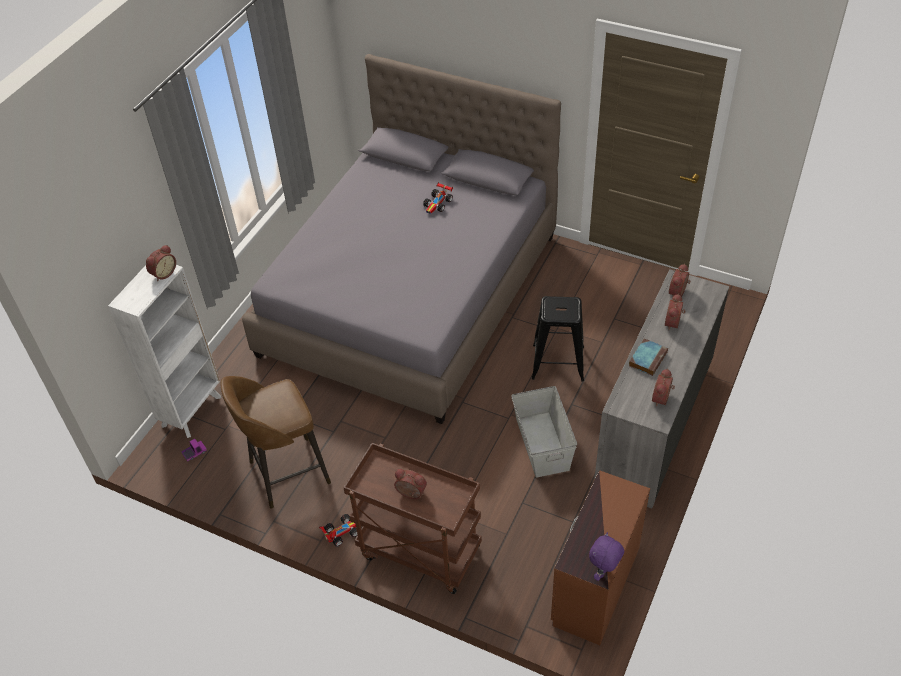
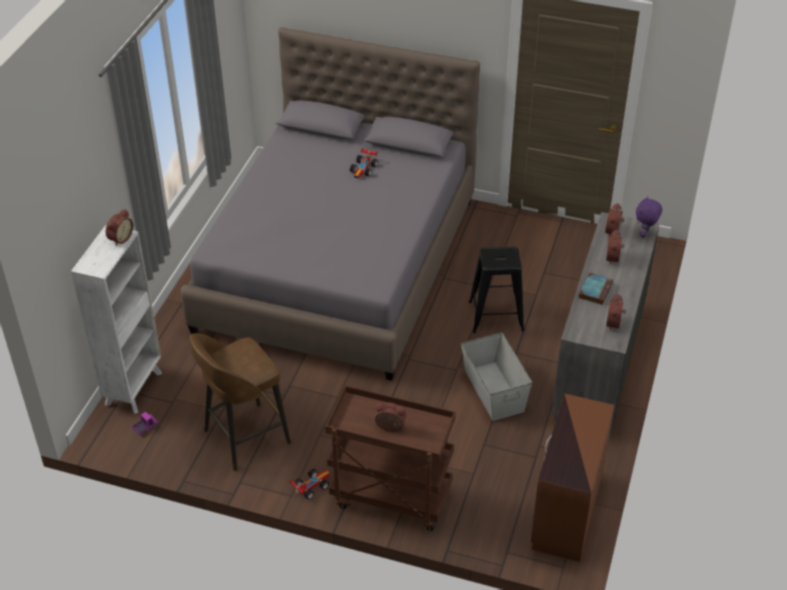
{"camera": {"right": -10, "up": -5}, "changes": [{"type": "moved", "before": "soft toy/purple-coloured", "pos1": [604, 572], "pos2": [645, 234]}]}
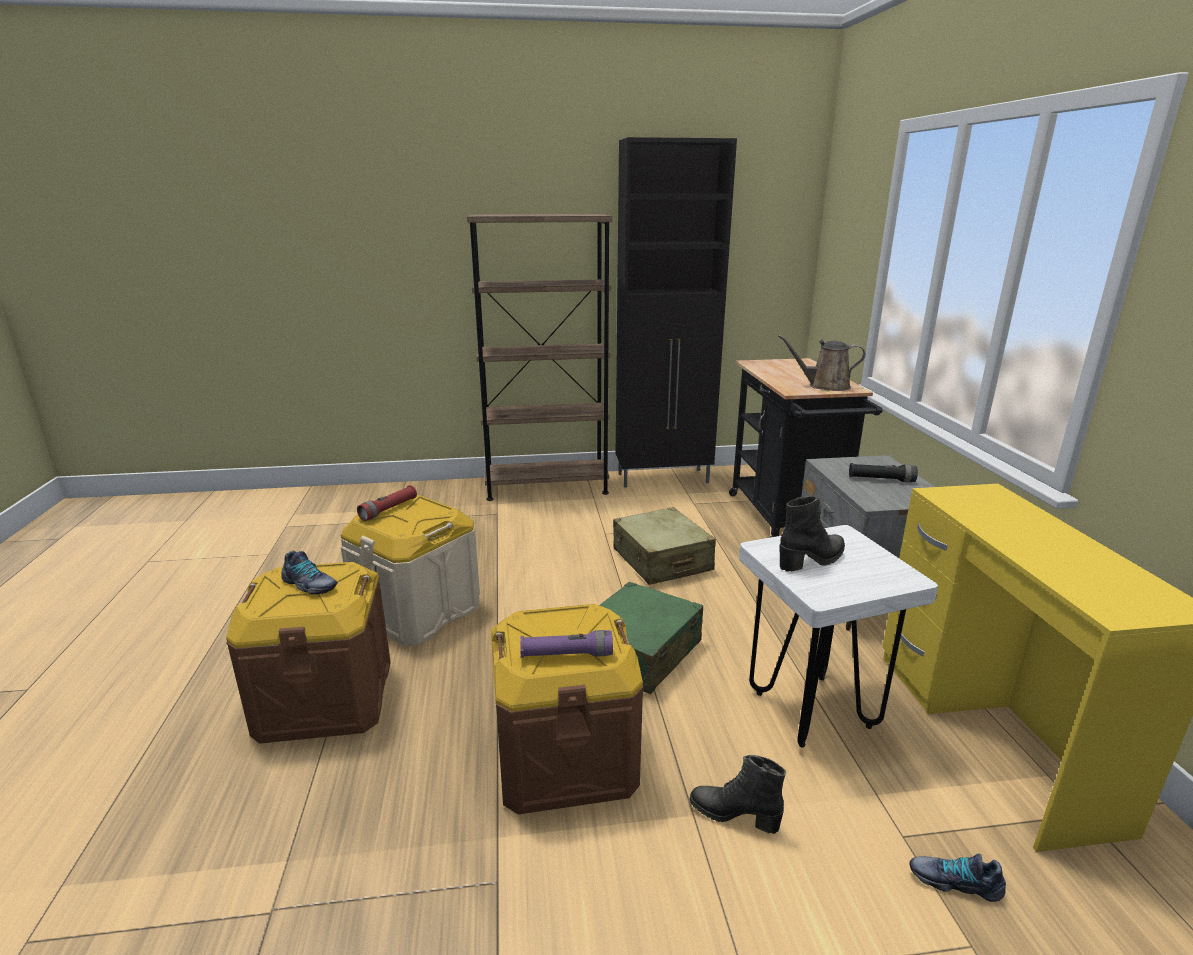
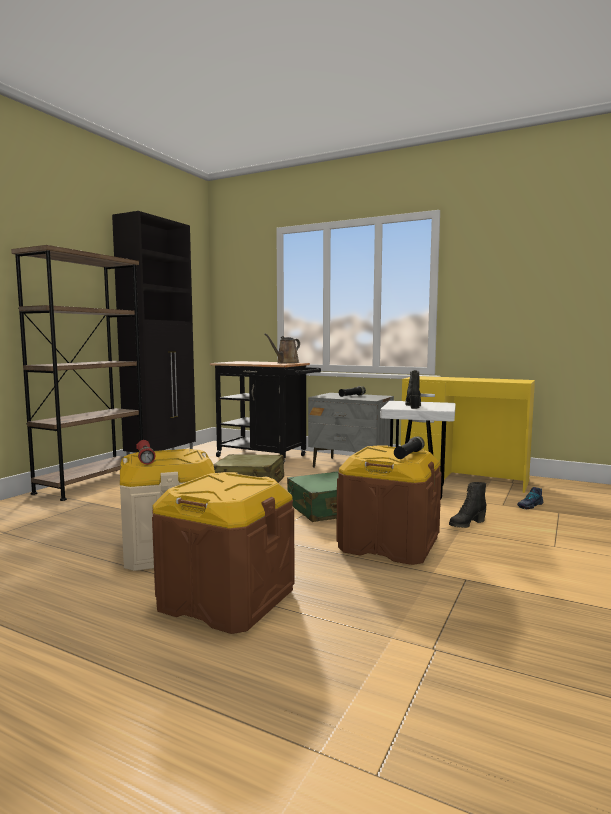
{"camera": {"right": -55, "up": -15}, "changes": [{"type": "removed", "before": "item of footwear", "pos1": [309, 585]}, {"type": "recoloured", "before": "hand torch/purple-coloured", "after": "hand torch/black-coloured", "pos1": [566, 655], "pos2": [409, 455]}]}
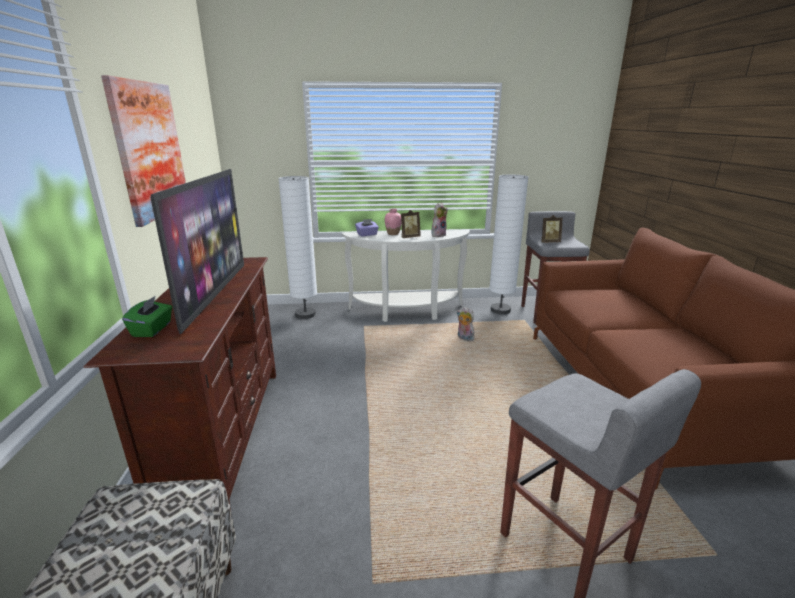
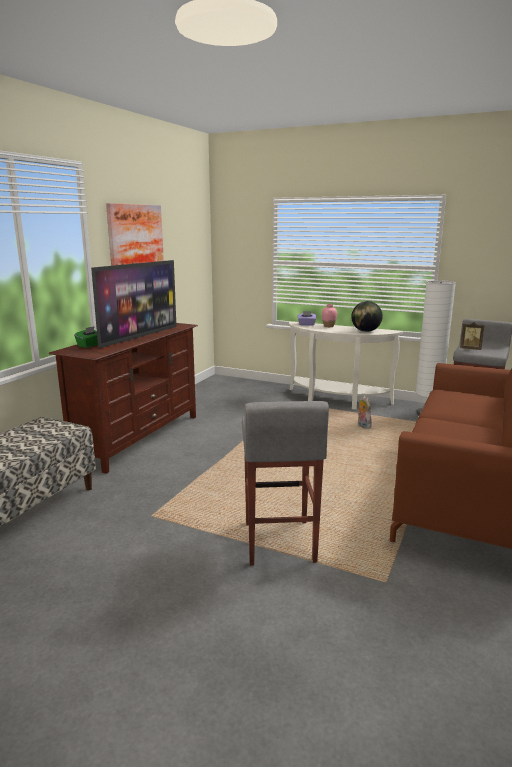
{"camera": {"right": 30, "up": -5}, "changes": [{"type": "removed", "before": "standing lamp/whitish", "pos1": [305, 314]}, {"type": "removed", "before": "picture frame", "pos1": [409, 237]}, {"type": "replaced", "before": "soft toy", "after": "globe", "pos1": [438, 235], "pos2": [365, 331]}]}
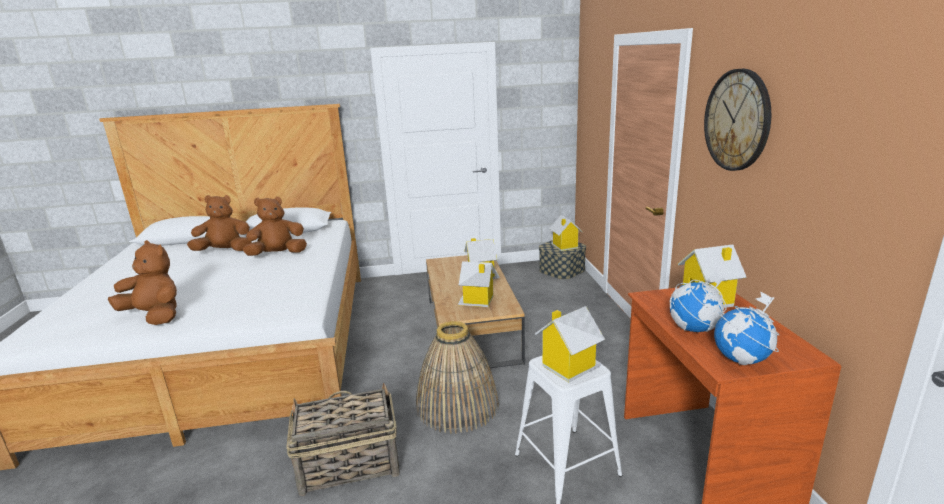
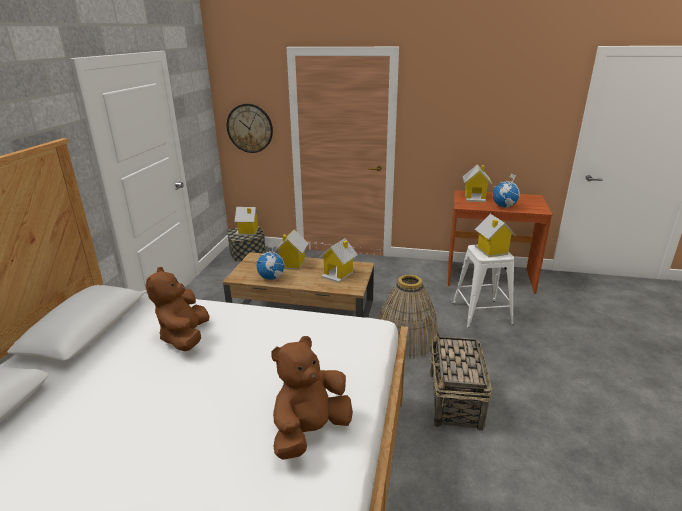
{"camera": {"right": -70, "up": 5}, "changes": [{"type": "removed", "before": "soft toy/brown", "pos1": [225, 251]}, {"type": "moved", "before": "clock on the wall", "pos1": [737, 120], "pos2": [250, 128]}, {"type": "moved", "before": "globe", "pos1": [742, 360], "pos2": [271, 277]}]}
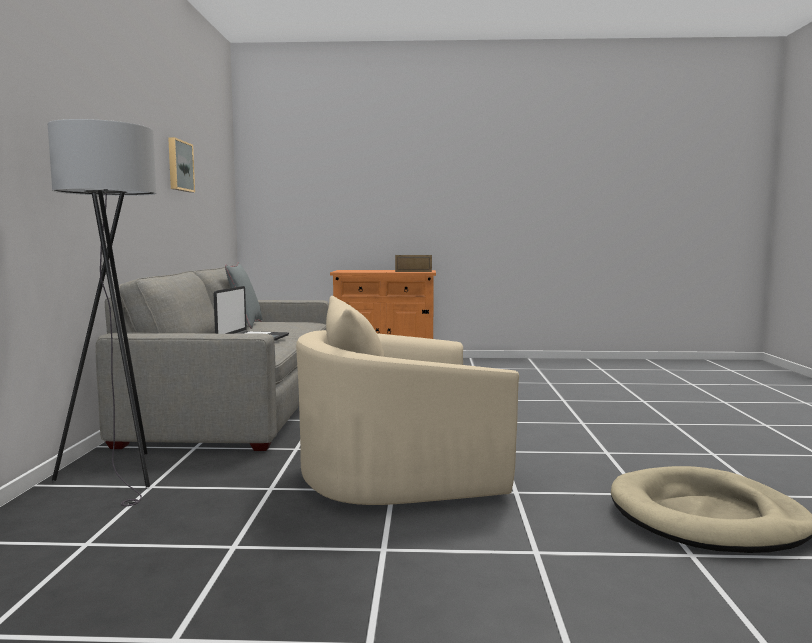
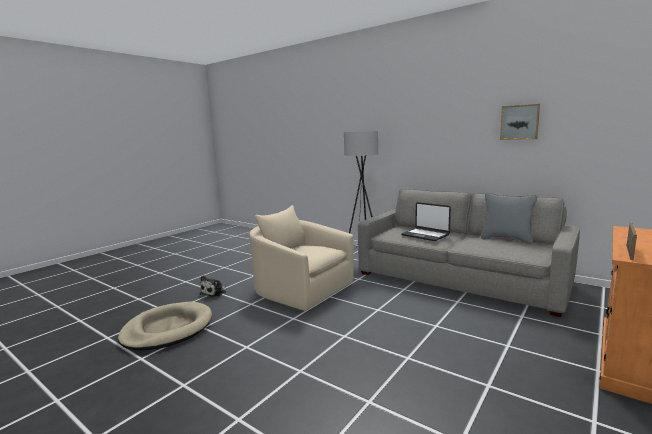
{"camera": {"right": 125, "up": 5}, "changes": [{"type": "turned", "before": "easy chair/beige-coloured", "pos1": [400, 474], "pos2": [300, 289], "turn": -75}, {"type": "added", "after": "soft toy", "pos2": [214, 292]}]}
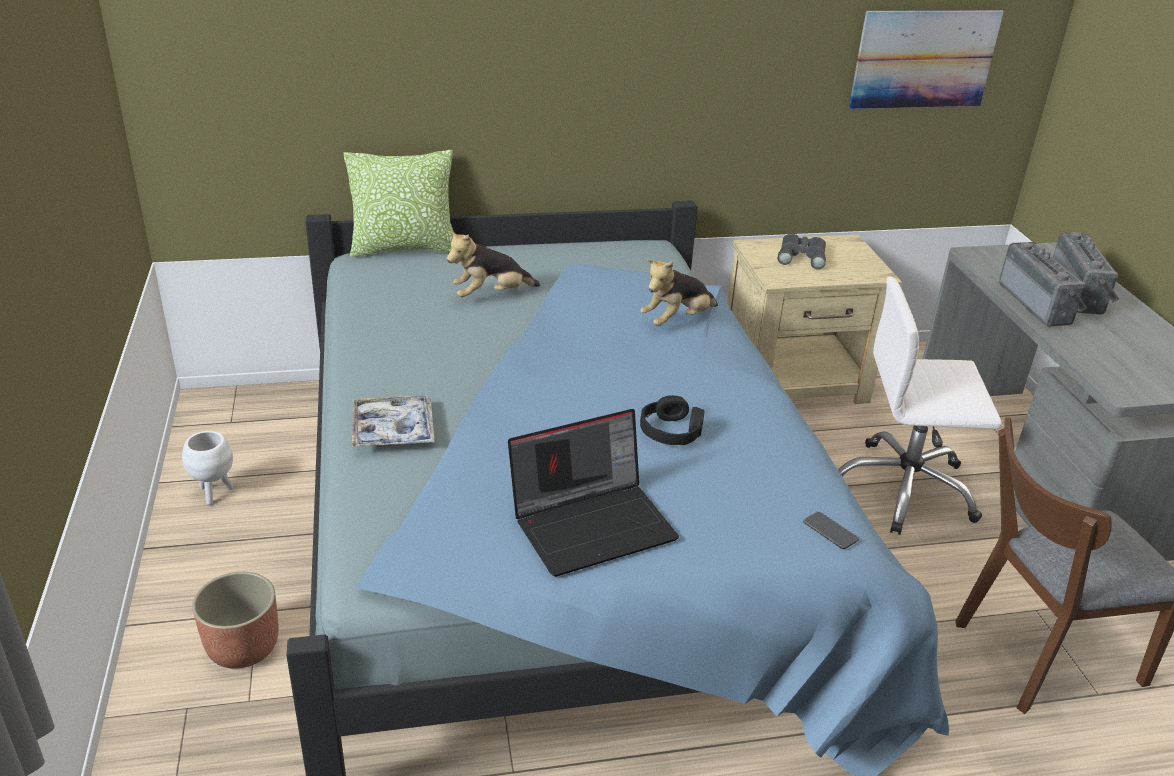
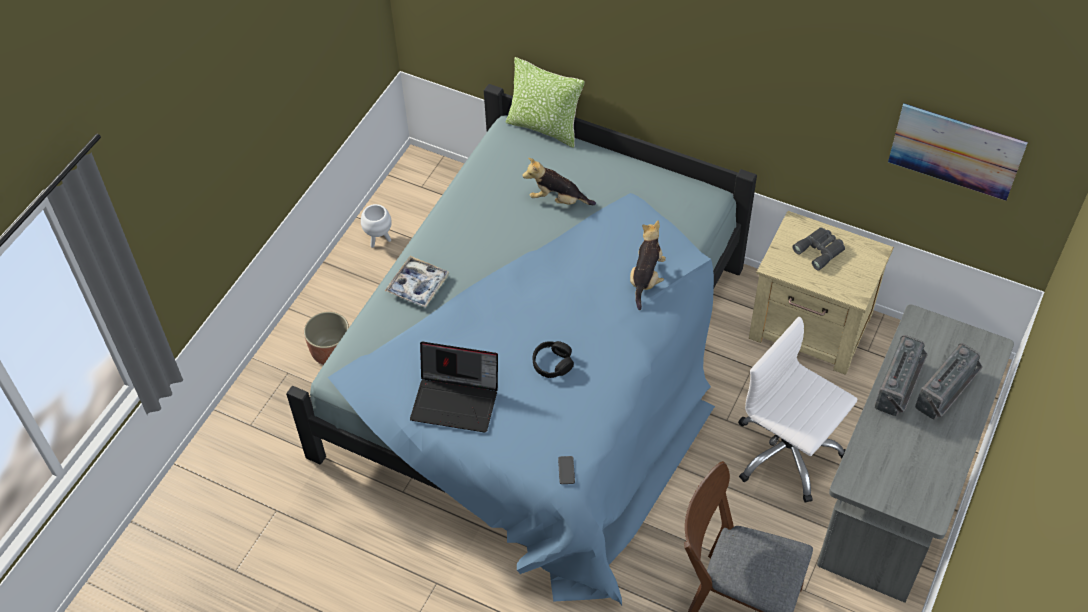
{"camera": {"right": 40, "up": 20}, "changes": [{"type": "turned", "before": "soft toy", "pos1": [677, 320], "pos2": [646, 278], "turn": 105}]}
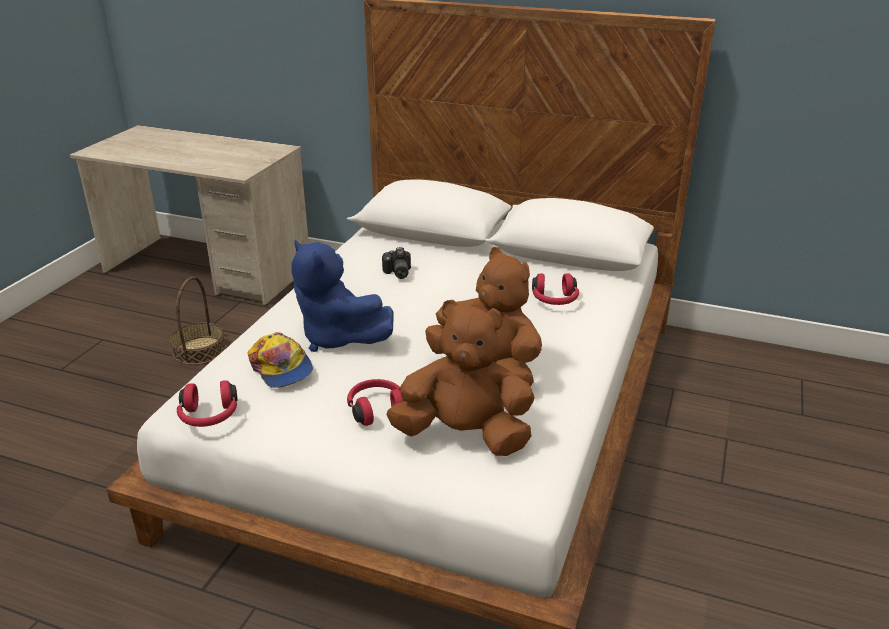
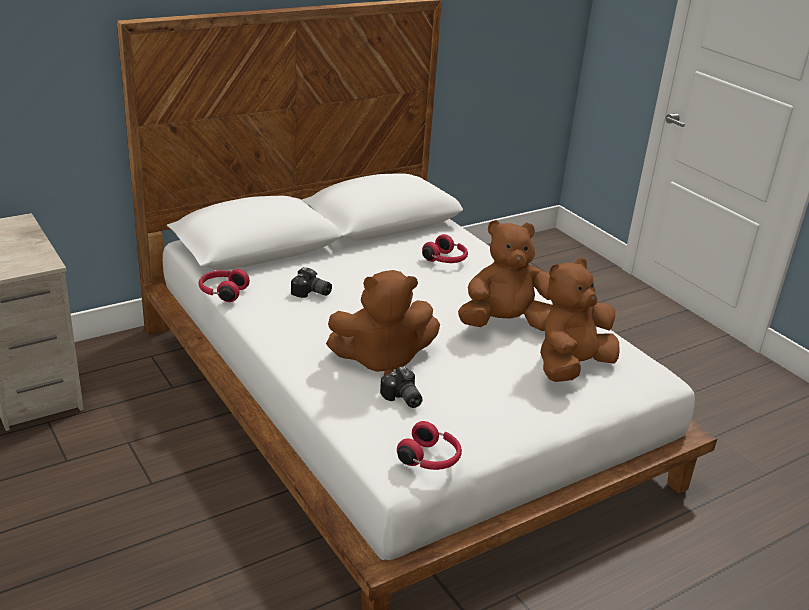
{"camera": {"right": -55, "up": 0}, "changes": [{"type": "removed", "before": "storage basket", "pos1": [199, 351]}, {"type": "replaced", "before": "peaked cap", "after": "still camera", "pos1": [281, 368], "pos2": [402, 399]}, {"type": "recoloured", "before": "soft toy/blue", "after": "soft toy/brown", "pos1": [337, 338], "pos2": [381, 359]}, {"type": "moved", "before": "headphones/red-coloured", "pos1": [376, 409], "pos2": [222, 292]}]}
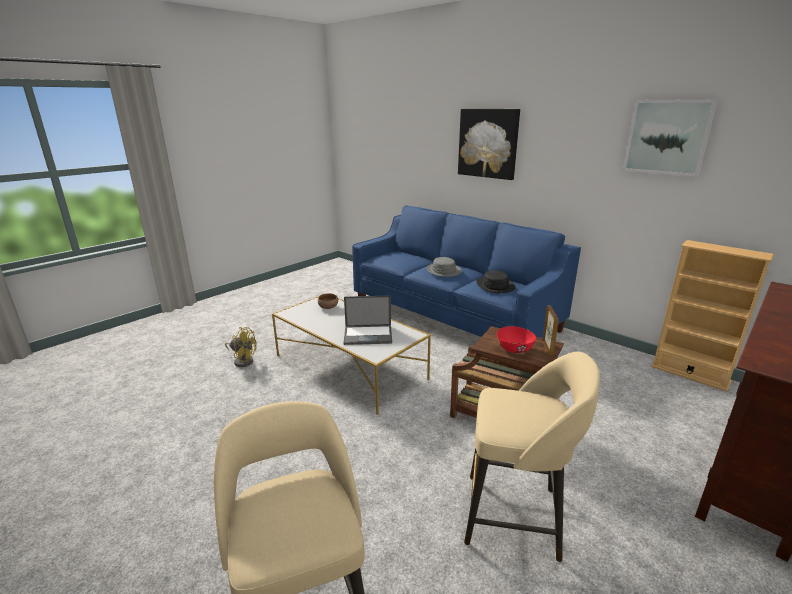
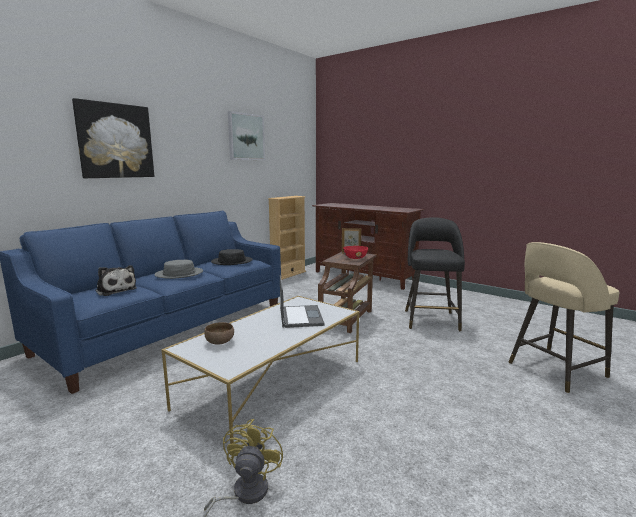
{"camera": {"right": -95, "up": -10}, "changes": [{"type": "recoloured", "before": "stool/beige-coloured", "after": "stool/black-coloured", "pos1": [515, 516], "pos2": [431, 319]}, {"type": "added", "after": "soft toy", "pos2": [115, 290]}]}
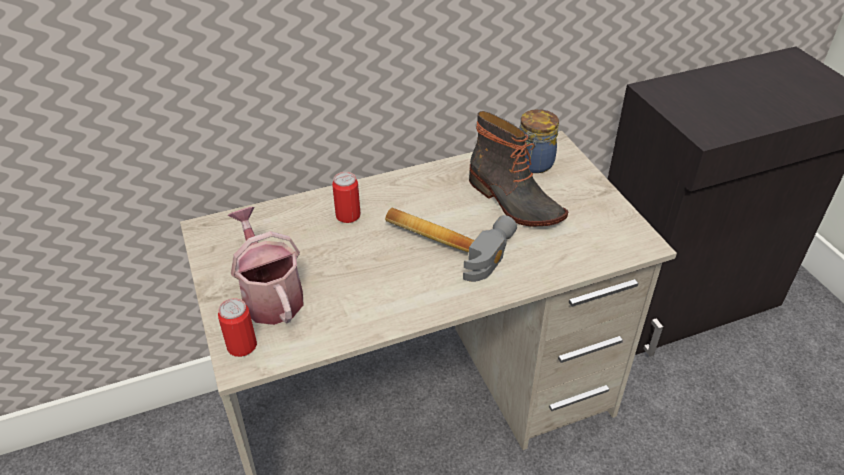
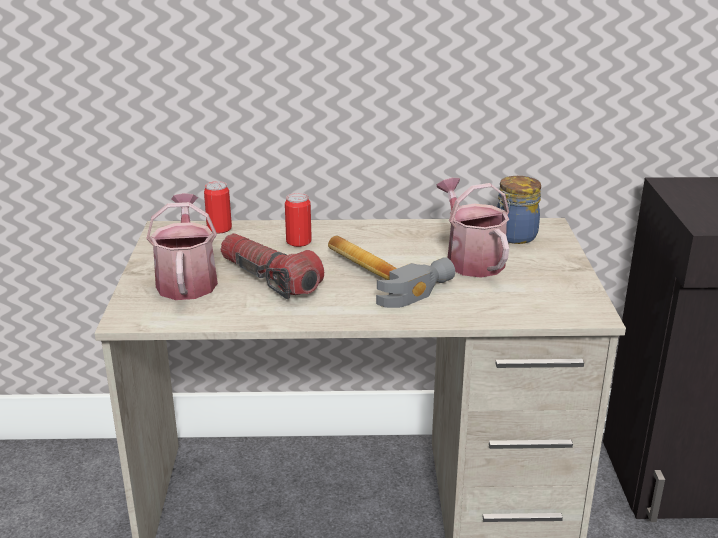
{"camera": {"right": 20, "up": -15}, "changes": [{"type": "moved", "before": "can", "pos1": [242, 346], "pos2": [219, 229]}, {"type": "replaced", "before": "boot", "after": "sprinkling can", "pos1": [513, 202], "pos2": [471, 259]}, {"type": "added", "after": "hand torch", "pos2": [270, 279]}]}
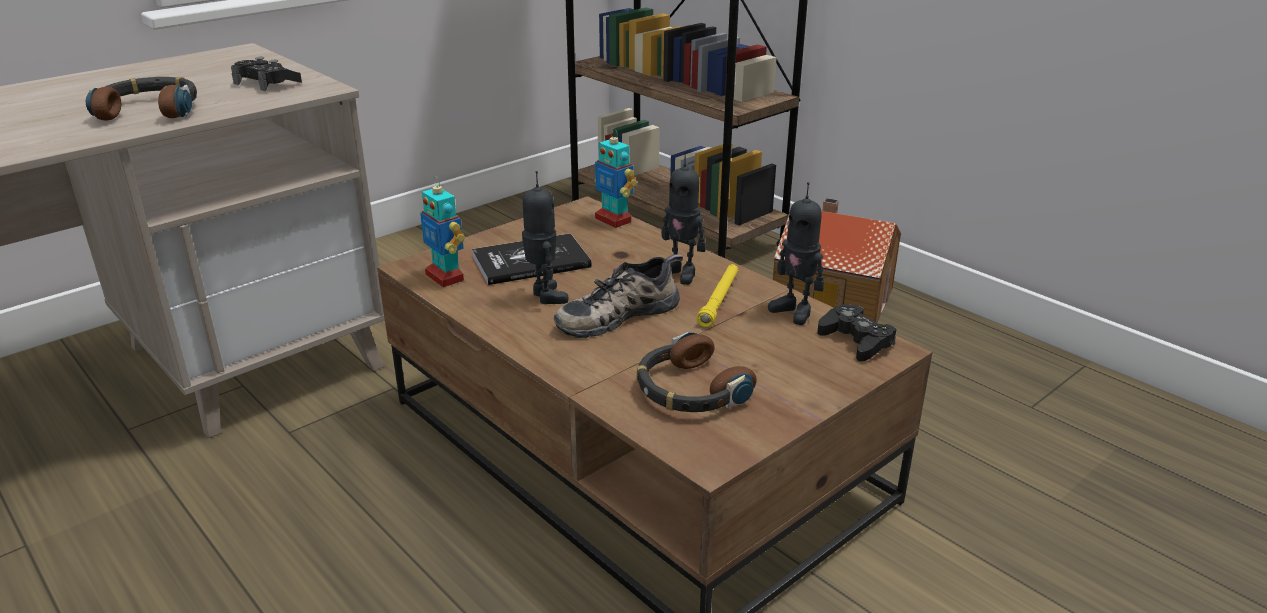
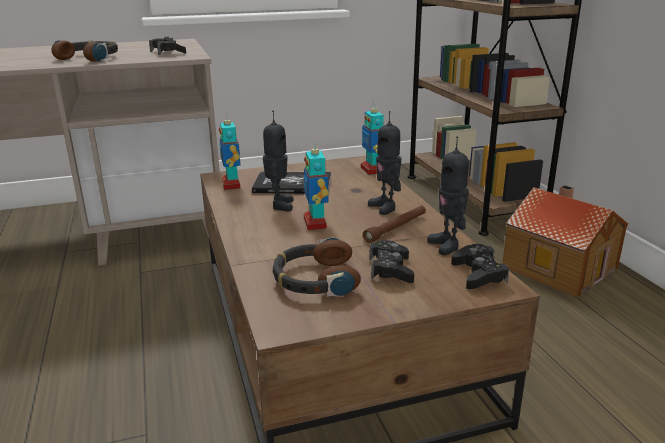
{"camera": {"right": 25, "up": -5}, "changes": [{"type": "replaced", "before": "item of footwear", "after": "toy robot", "pos1": [617, 313], "pos2": [316, 223]}, {"type": "recoloured", "before": "hand torch/yellow-coloured", "after": "hand torch/brown", "pos1": [719, 300], "pos2": [396, 228]}, {"type": "added", "after": "joypad/black-coloured", "pos2": [390, 269]}]}
